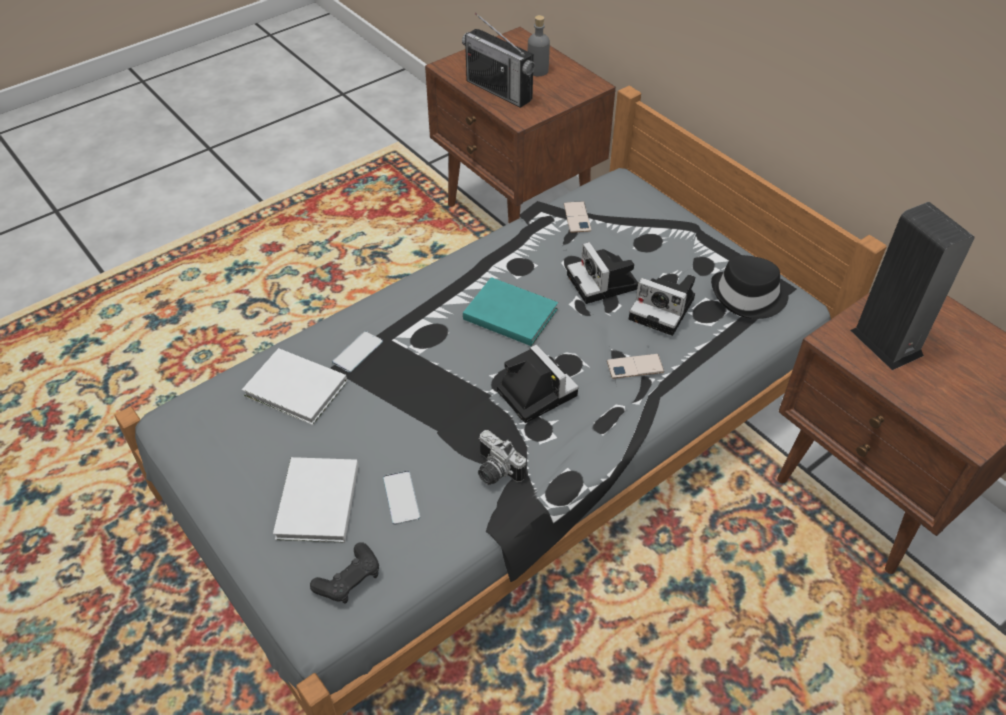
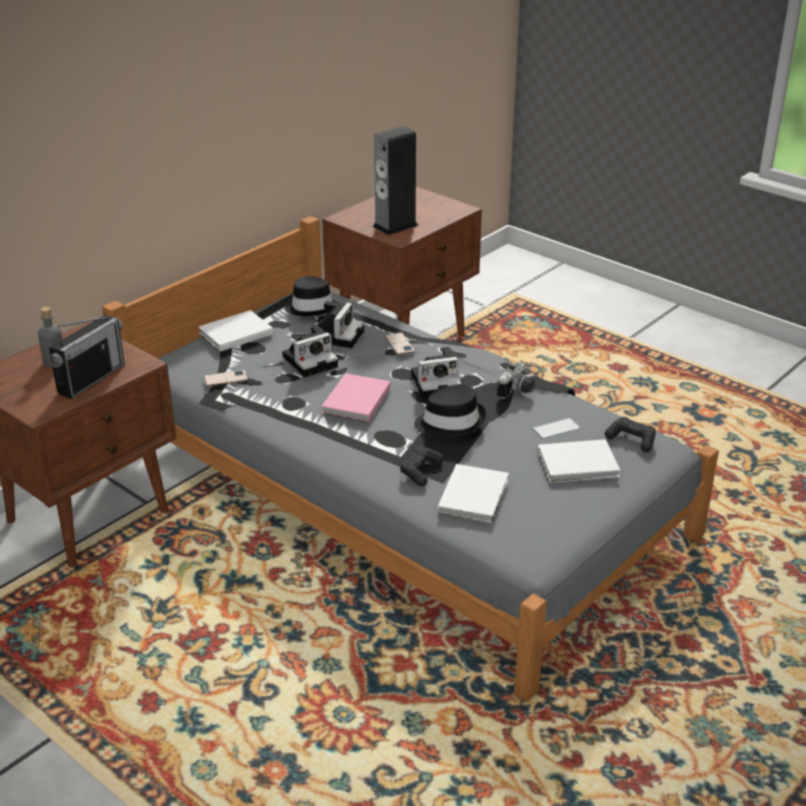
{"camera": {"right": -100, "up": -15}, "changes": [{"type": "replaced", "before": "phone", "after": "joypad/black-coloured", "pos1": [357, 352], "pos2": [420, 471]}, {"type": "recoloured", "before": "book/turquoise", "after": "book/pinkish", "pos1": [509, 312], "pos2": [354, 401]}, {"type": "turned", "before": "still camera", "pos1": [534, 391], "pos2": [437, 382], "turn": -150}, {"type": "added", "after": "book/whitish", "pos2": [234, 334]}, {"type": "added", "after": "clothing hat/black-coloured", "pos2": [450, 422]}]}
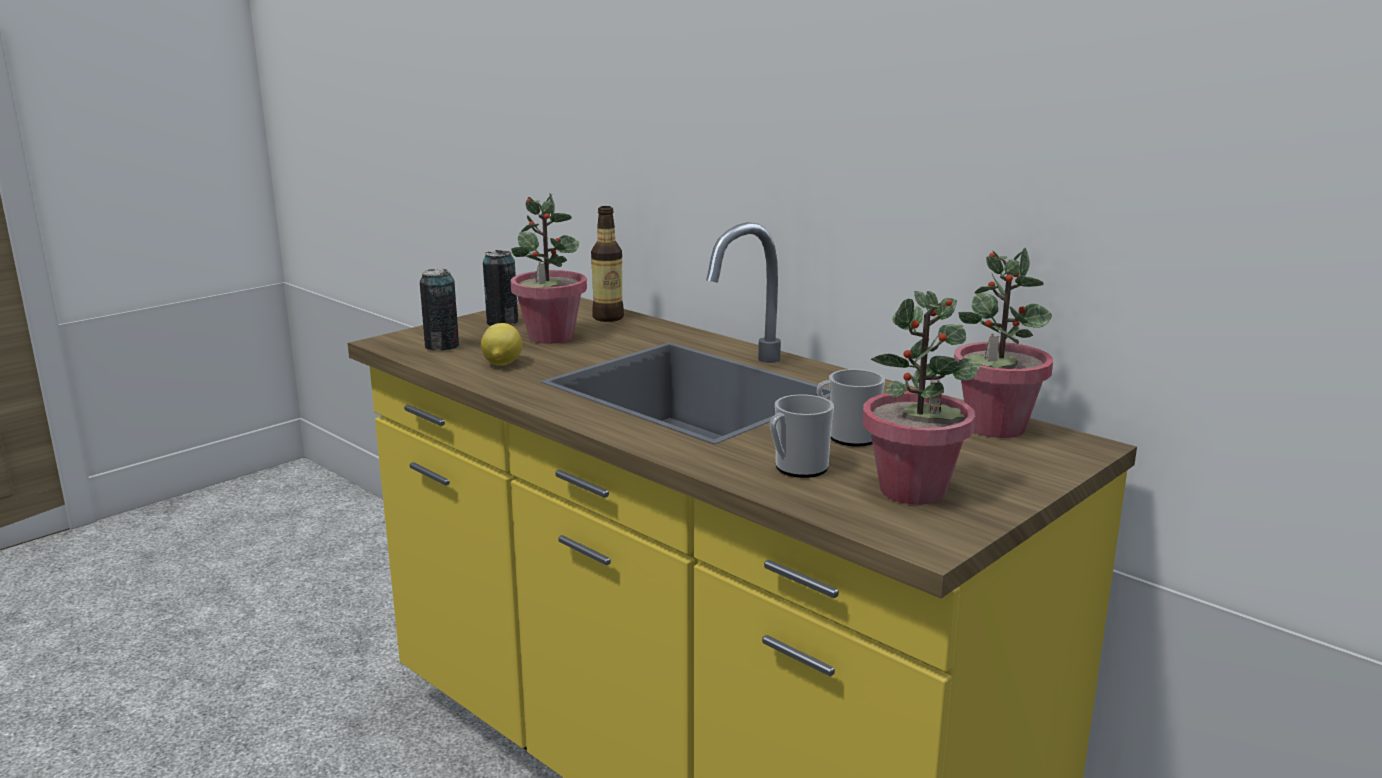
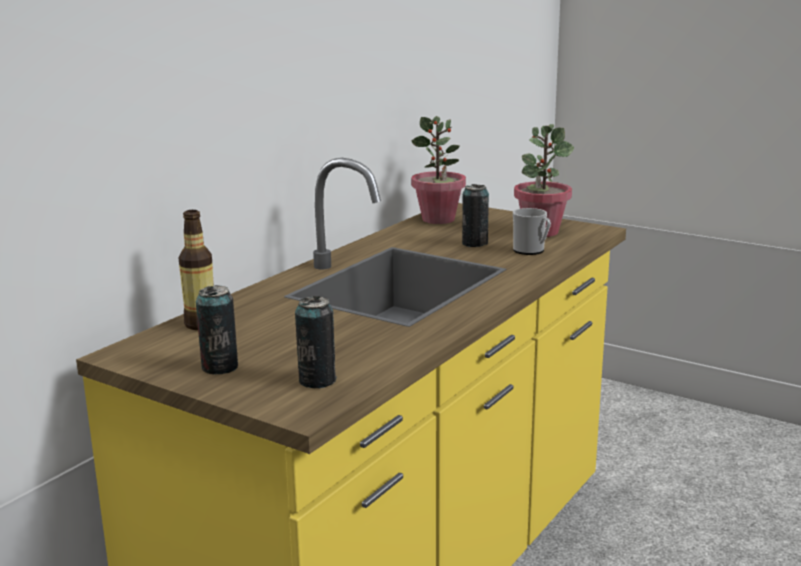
{"camera": {"right": -100, "up": 0}, "changes": [{"type": "removed", "before": "whole lemon", "pos1": [501, 364]}, {"type": "removed", "before": "potted plant", "pos1": [550, 337]}, {"type": "replaced", "before": "mug", "after": "can", "pos1": [847, 437], "pos2": [475, 243]}]}
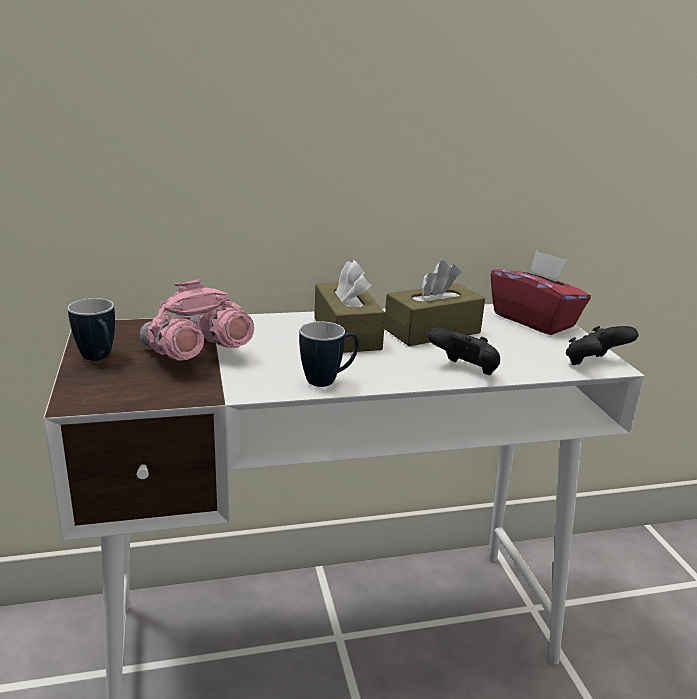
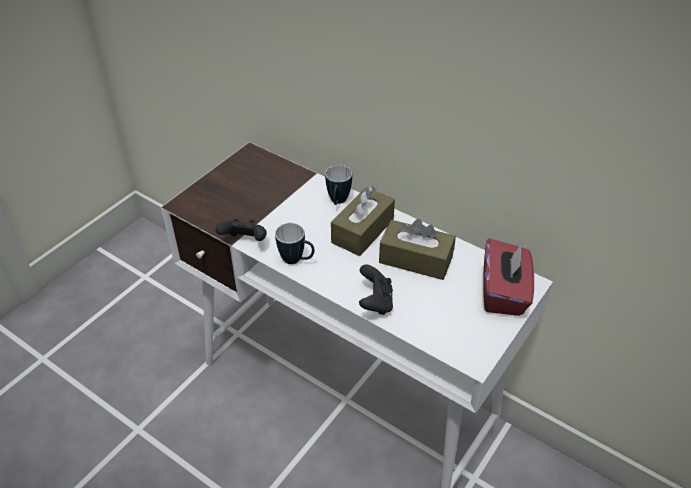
{"camera": {"right": 50, "up": 20}, "changes": [{"type": "moved", "before": "mug", "pos1": [99, 359], "pos2": [338, 202]}, {"type": "removed", "before": "binoculars/pinkish", "pos1": [195, 355]}, {"type": "moved", "before": "joypad/black-coloured", "pos1": [593, 364], "pos2": [245, 242]}]}
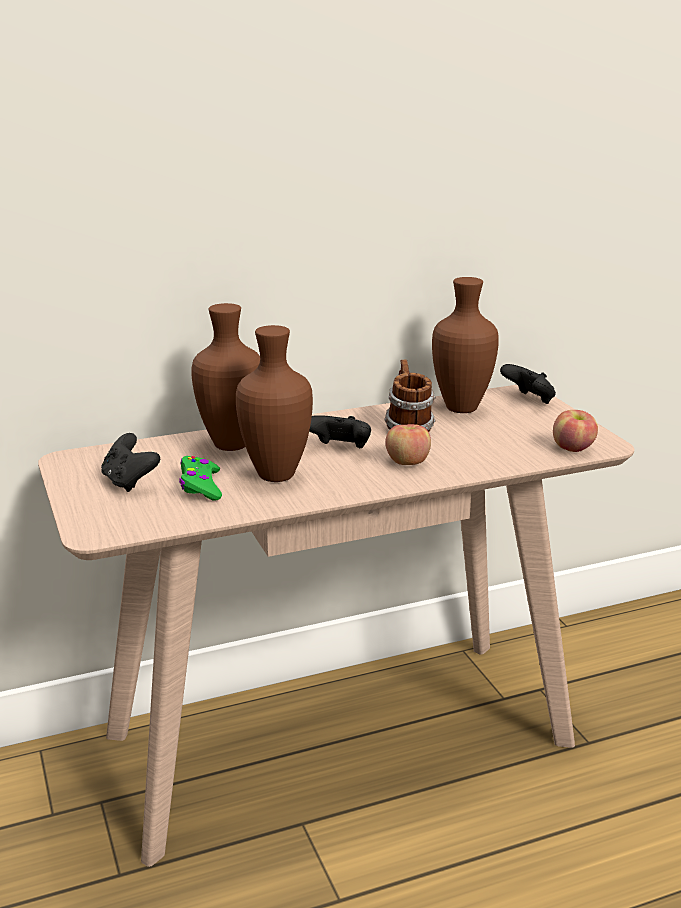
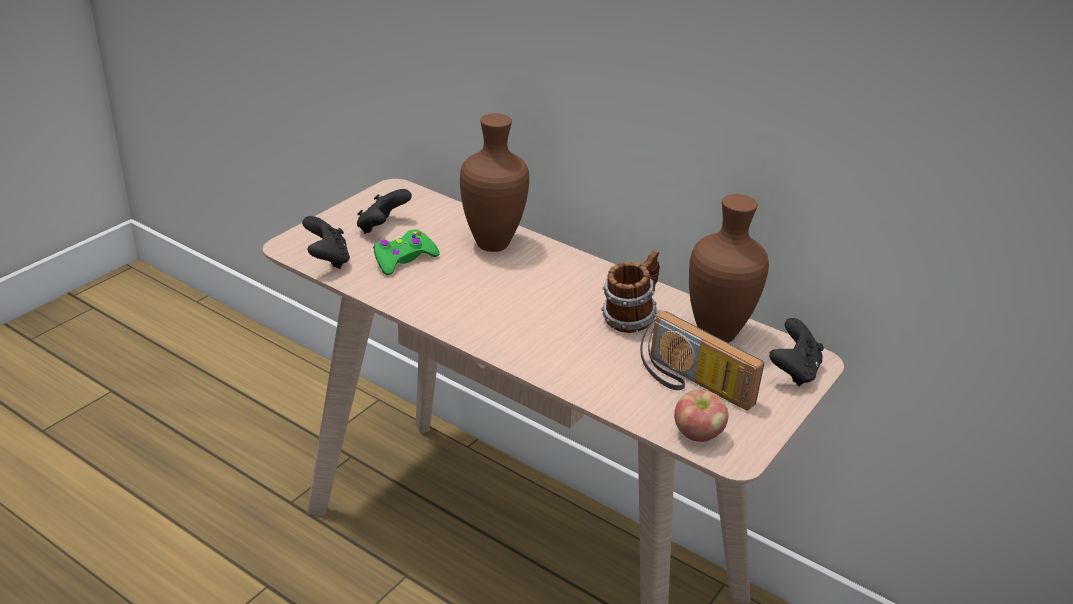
{"camera": {"right": 55, "up": 10}, "changes": [{"type": "removed", "before": "decorative vase/brown", "pos1": [275, 476]}, {"type": "moved", "before": "joypad/black-coloured", "pos1": [340, 449], "pos2": [327, 260]}, {"type": "removed", "before": "apple fruit", "pos1": [407, 462]}, {"type": "added", "after": "radio set", "pos2": [691, 384]}]}
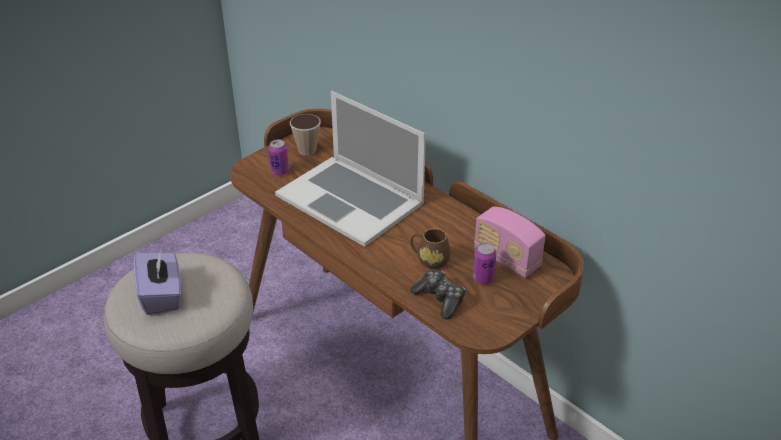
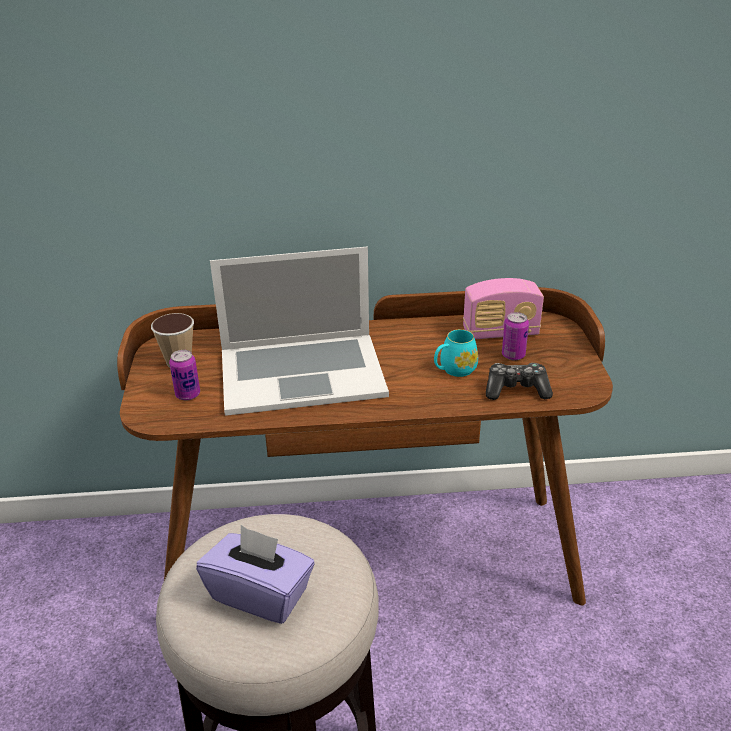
{"camera": {"right": -50, "up": -5}, "changes": [{"type": "recoloured", "before": "mug/brown", "after": "mug/turquoise", "pos1": [429, 260], "pos2": [454, 370]}]}
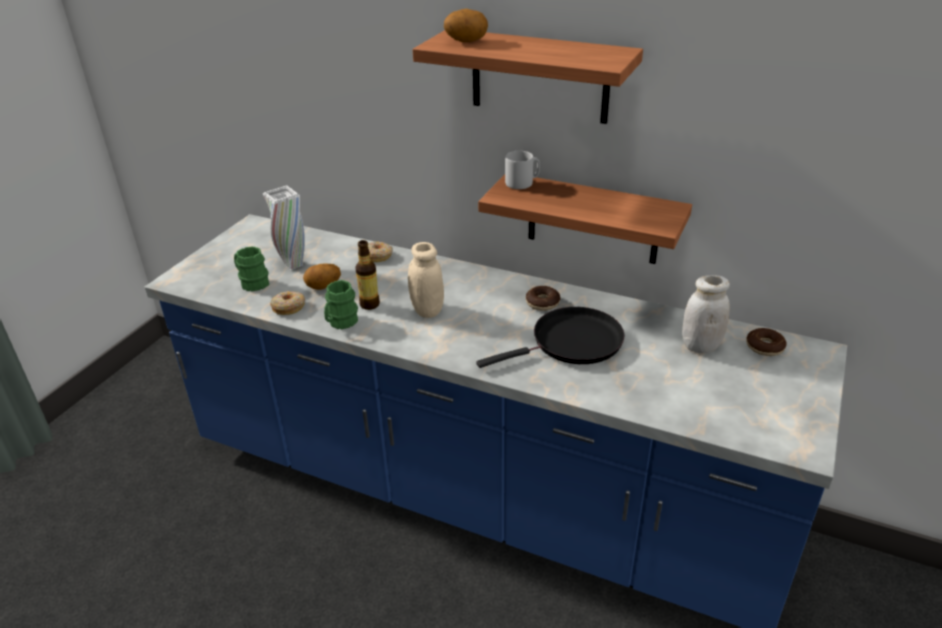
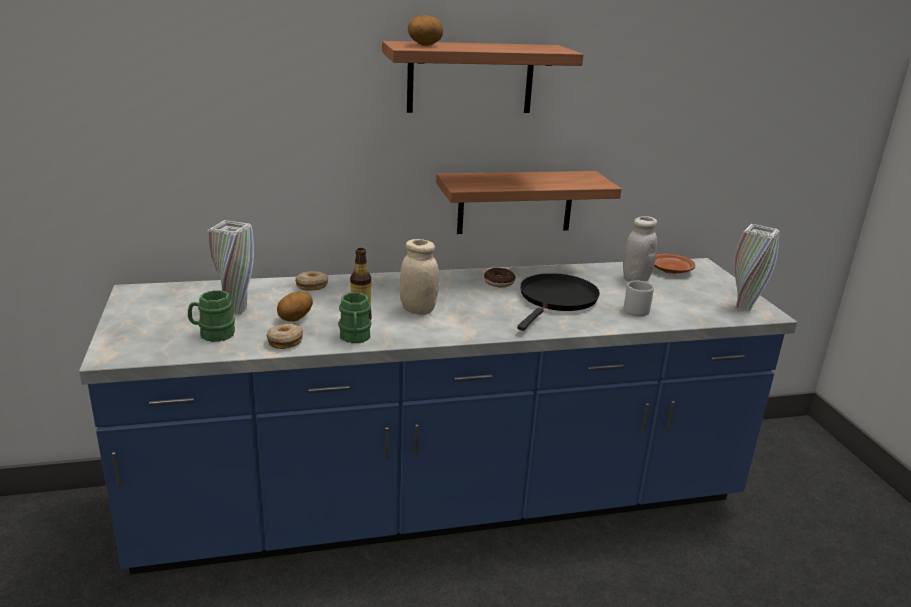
{"camera": {"right": -40, "up": -10}, "changes": [{"type": "moved", "before": "mug/gray", "pos1": [522, 183], "pos2": [637, 310]}, {"type": "replaced", "before": "donut", "after": "flat dish/brown", "pos1": [764, 347], "pos2": [670, 270]}, {"type": "added", "after": "decorative vase/whitish", "pos2": [744, 307]}]}
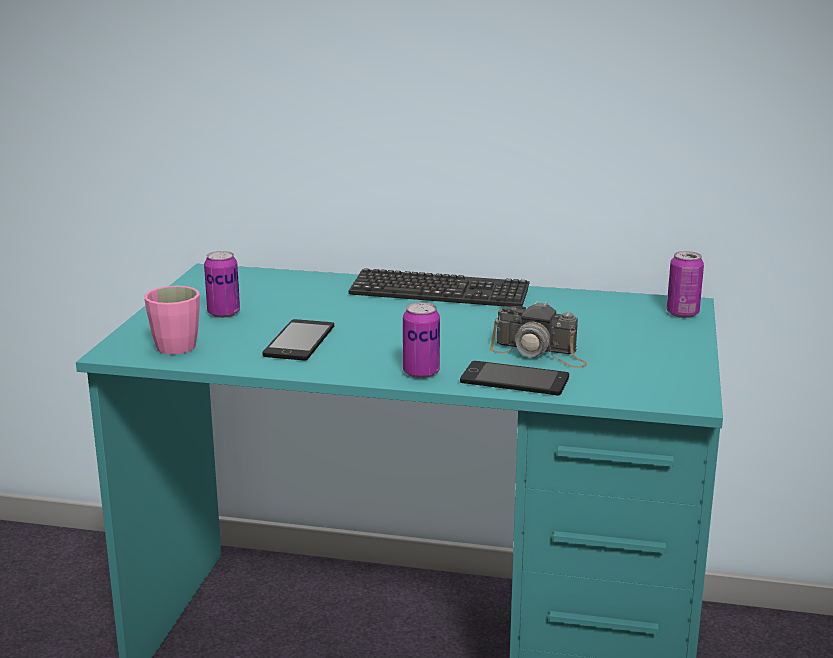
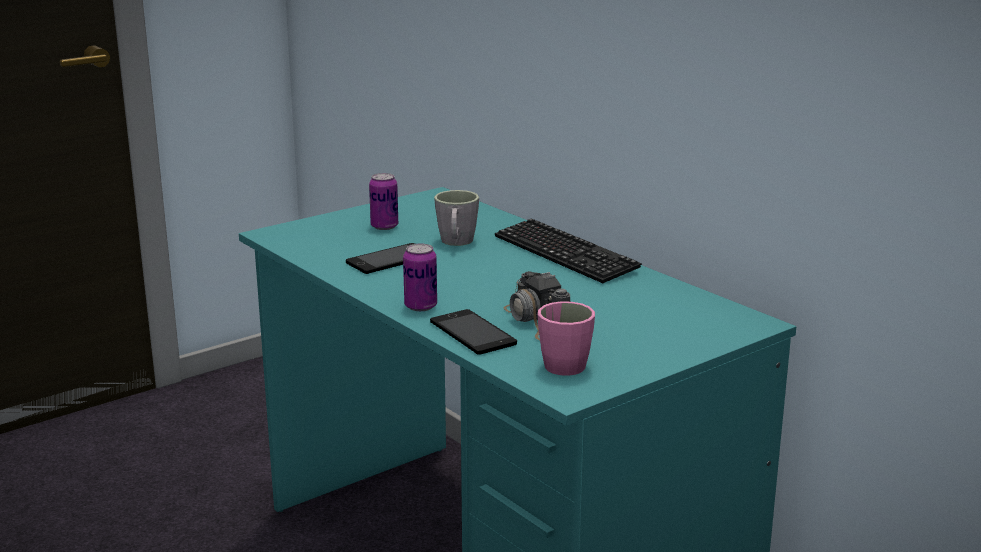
{"camera": {"right": 40, "up": 0}, "changes": [{"type": "moved", "before": "mug/pinkish", "pos1": [173, 343], "pos2": [567, 362]}, {"type": "removed", "before": "can", "pos1": [682, 313]}, {"type": "added", "after": "mug/gray", "pos2": [456, 243]}]}
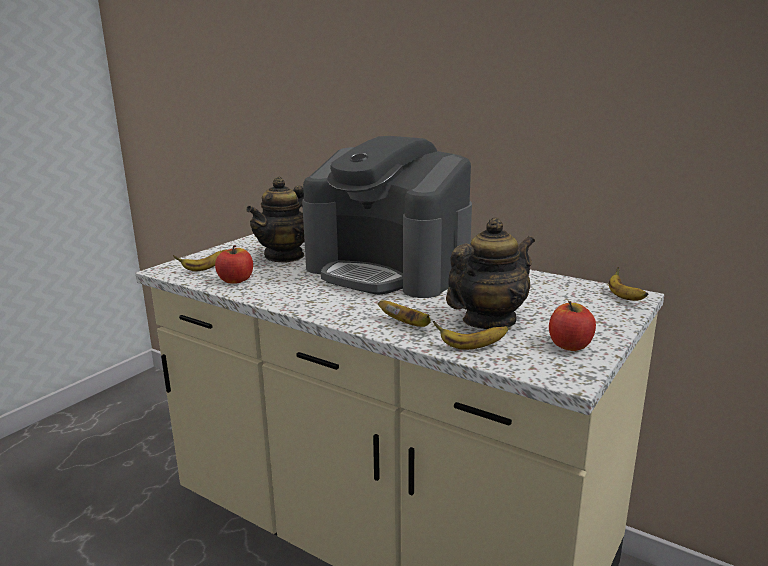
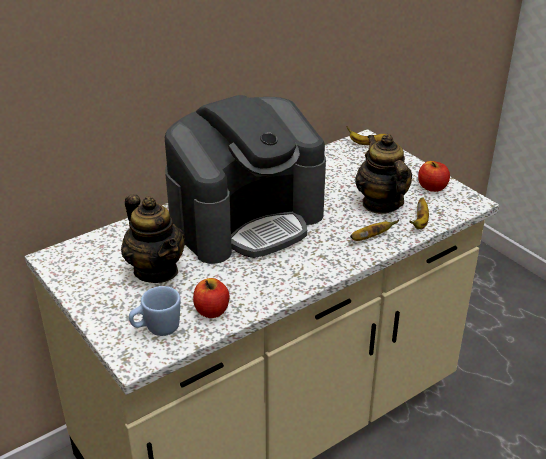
{"camera": {"right": -70, "up": 15}, "changes": [{"type": "replaced", "before": "banana", "after": "mug/blue", "pos1": [205, 269], "pos2": [157, 329]}]}
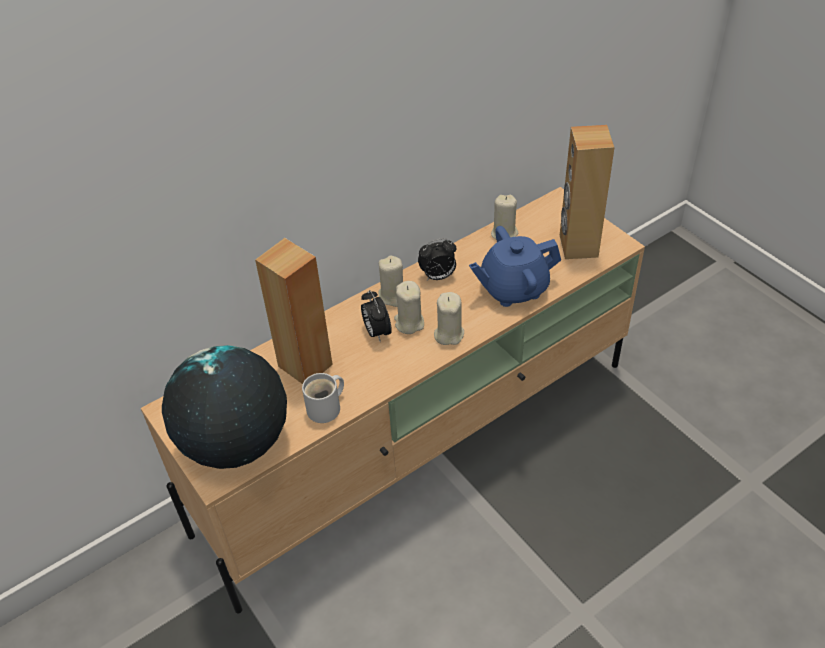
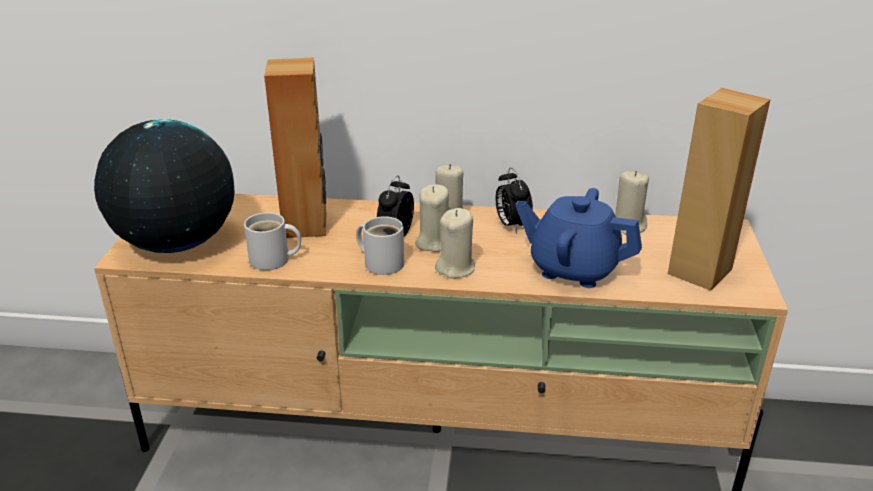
{"camera": {"right": 40, "up": -15}, "changes": [{"type": "turned", "before": "bedside clock", "pos1": [438, 277], "pos2": [511, 225], "turn": 45}, {"type": "added", "after": "mug/whitish", "pos2": [382, 262]}]}
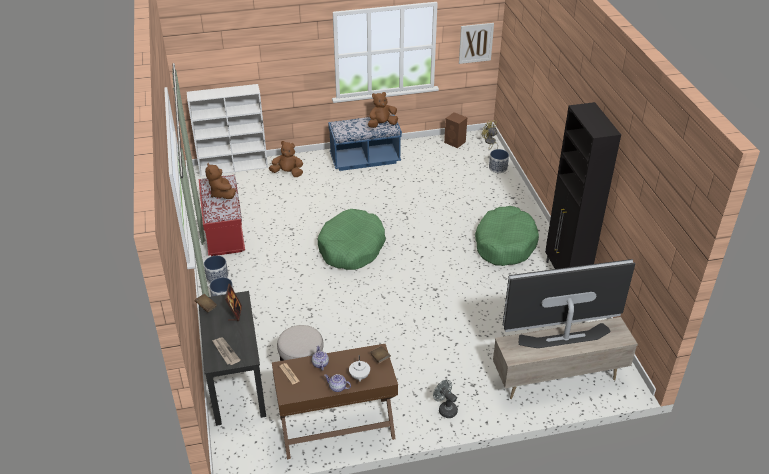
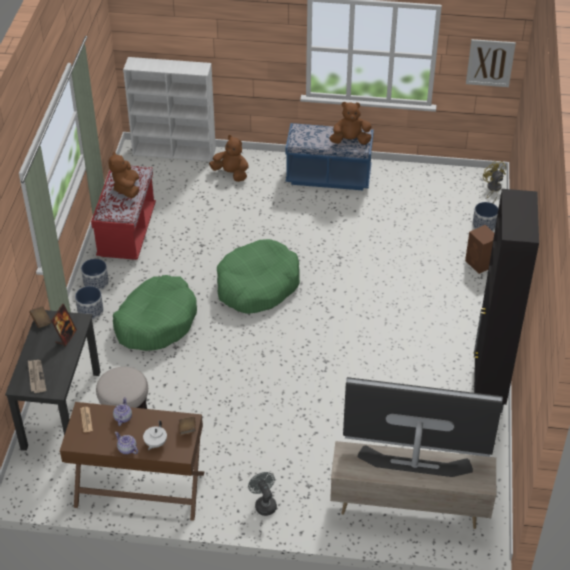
{"camera": {"right": 20, "up": 5}, "changes": [{"type": "moved", "before": "loudspeaker/brown", "pos1": [455, 142], "pos2": [480, 264]}, {"type": "moved", "before": "pet bed/green", "pos1": [505, 244], "pos2": [156, 321]}]}
